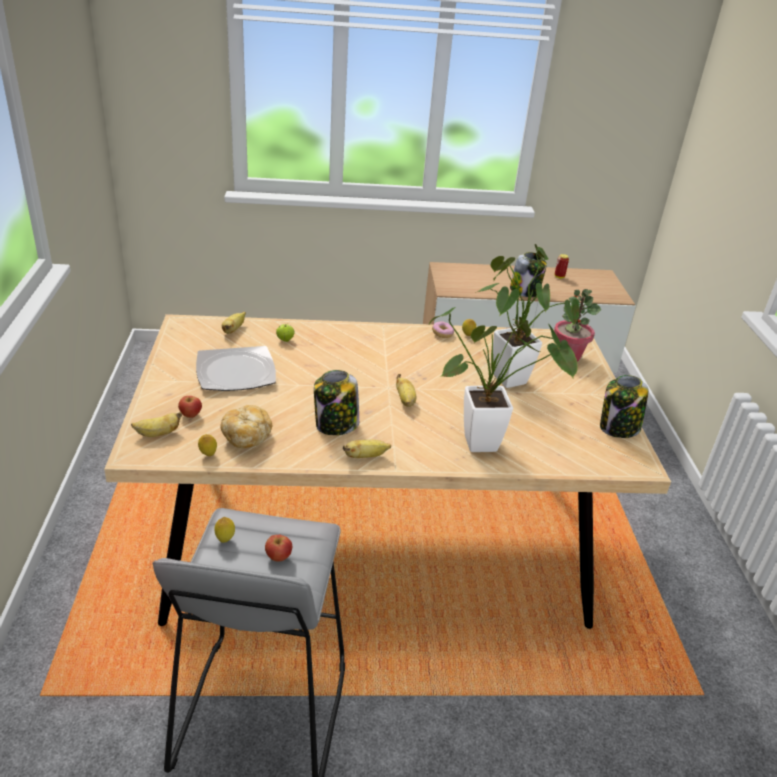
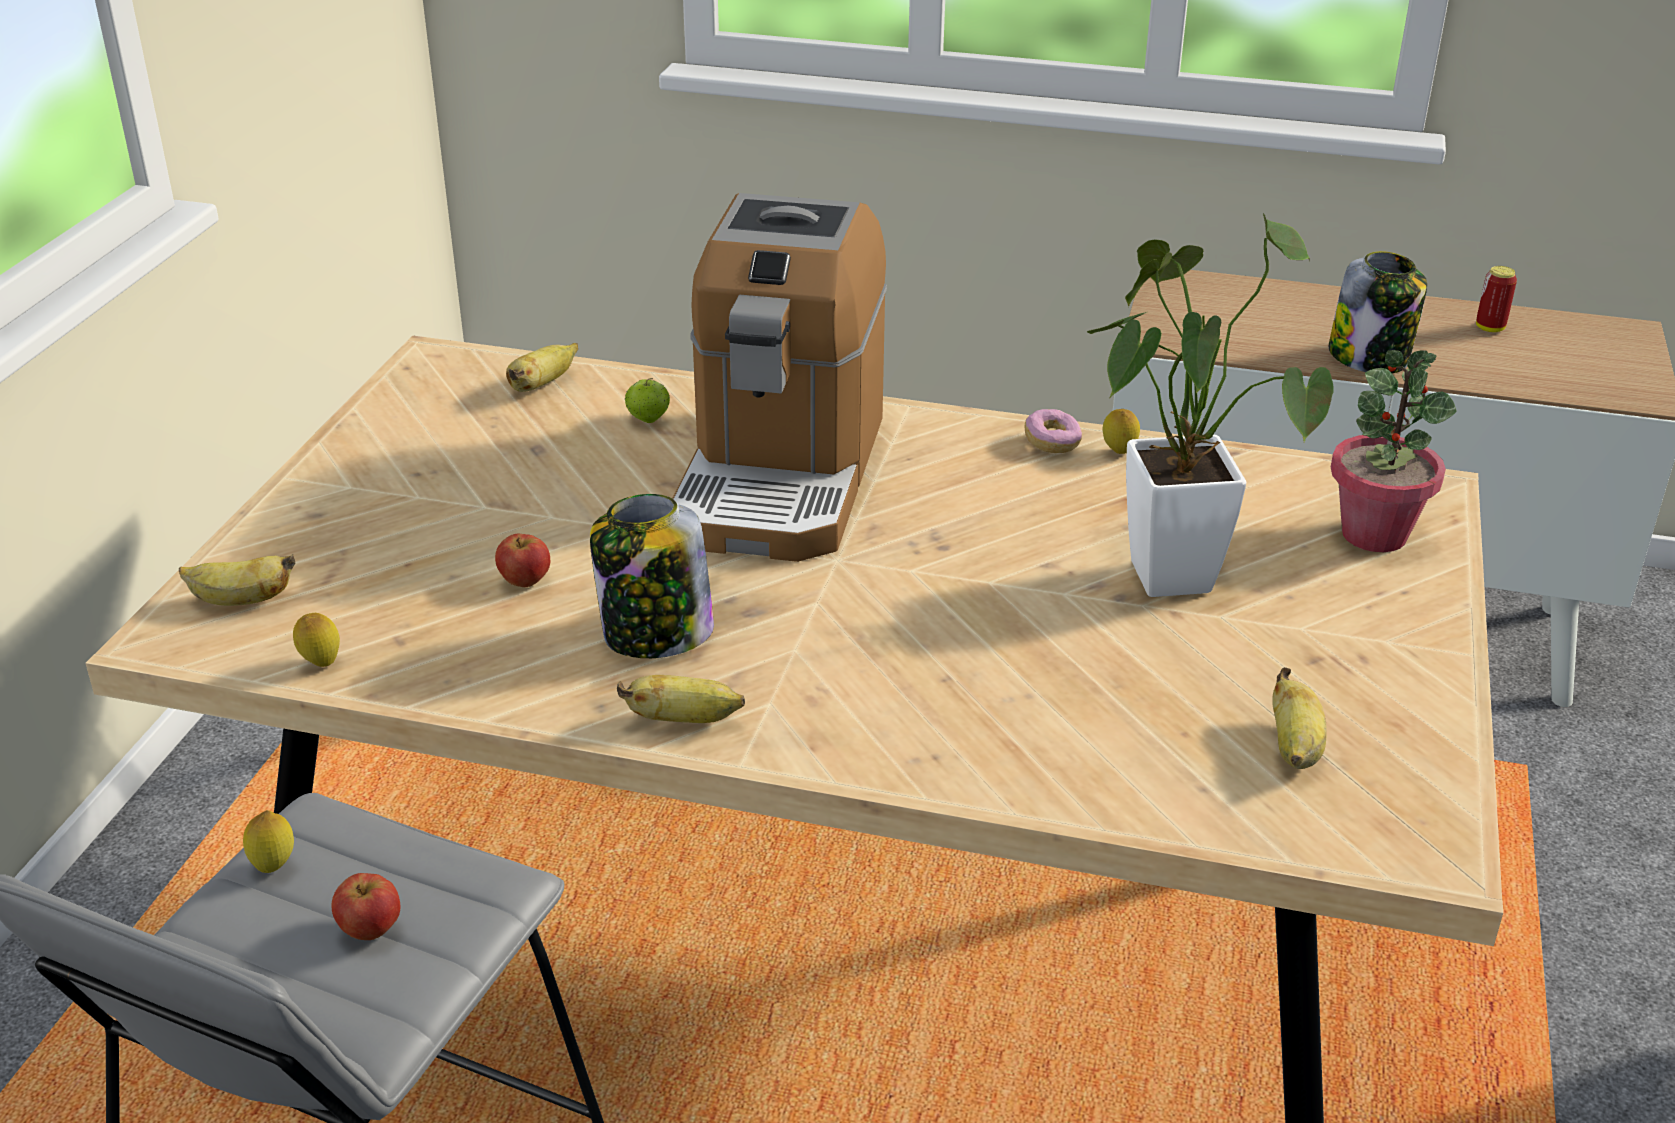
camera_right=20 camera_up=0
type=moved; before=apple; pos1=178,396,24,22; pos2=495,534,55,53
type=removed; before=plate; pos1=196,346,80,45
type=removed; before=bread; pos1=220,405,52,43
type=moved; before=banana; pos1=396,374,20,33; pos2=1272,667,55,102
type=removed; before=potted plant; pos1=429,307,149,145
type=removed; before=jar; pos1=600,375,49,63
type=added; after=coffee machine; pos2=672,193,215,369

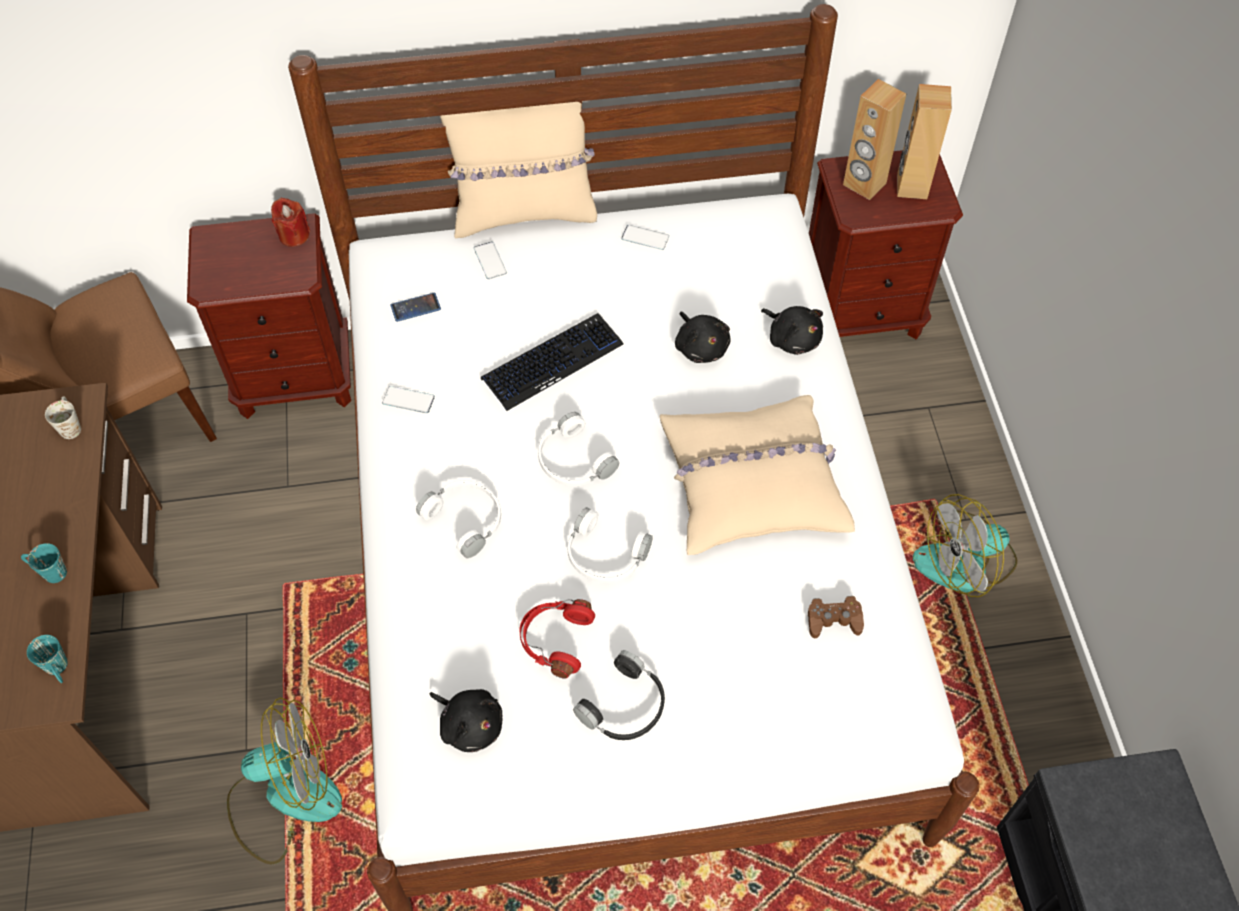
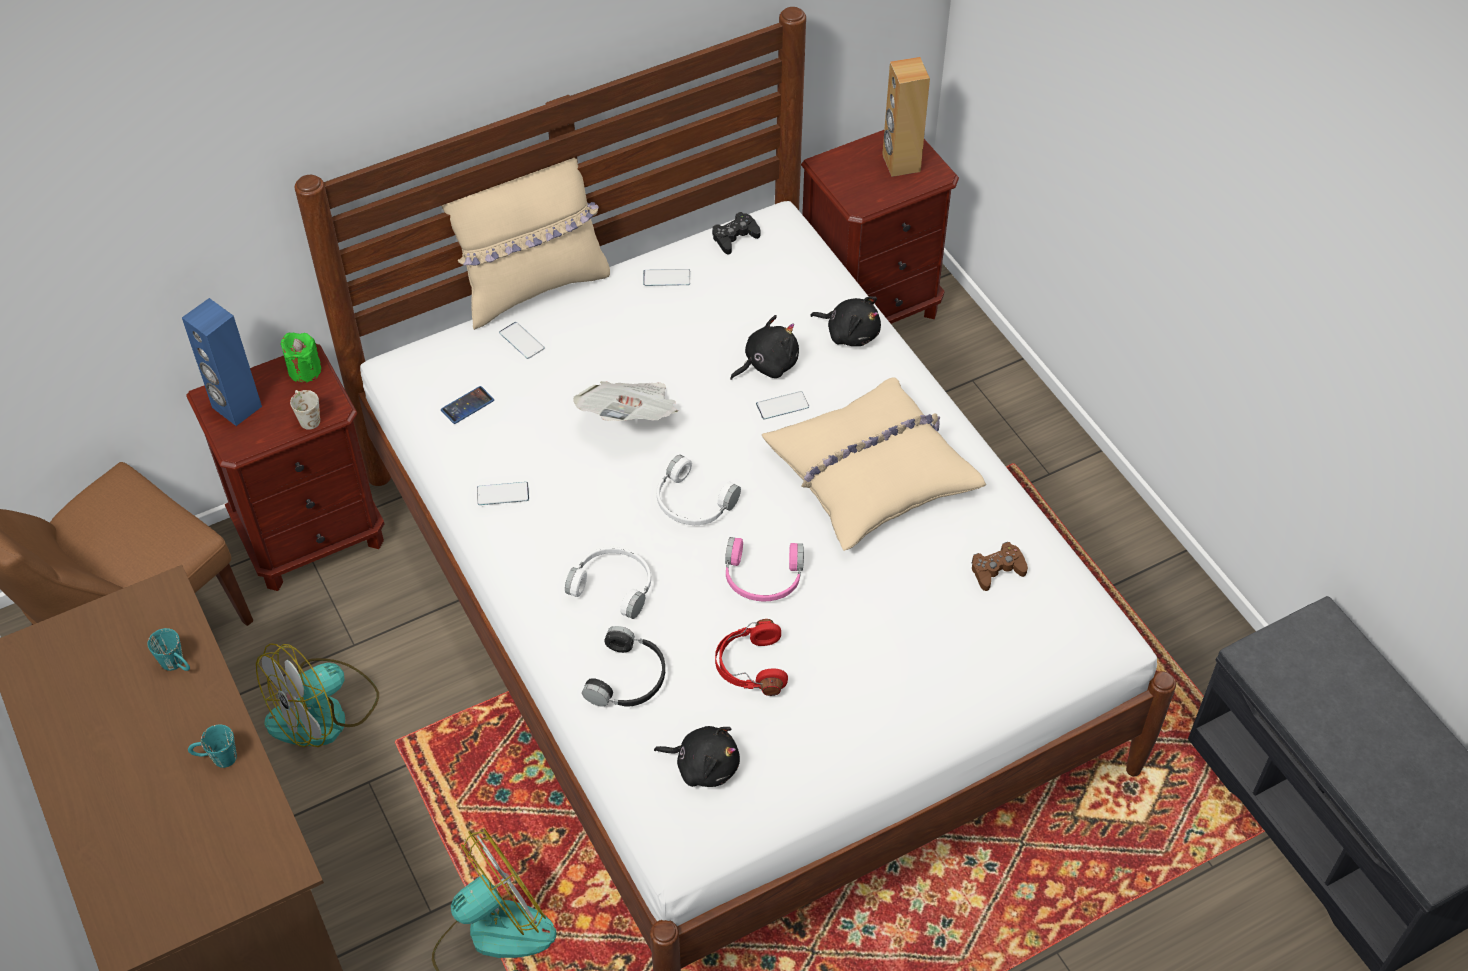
camera_right=-20 camera_up=-5
type=moved; before=turquoise mug; pos1=27,635,41,48; pos2=148,628,42,43
type=moved; before=white mug; pos1=45,396,36,43; pos2=290,390,30,40
type=recoloured; before=red candle; after=green candle; pos1=271,198,39,49; pos2=280,333,41,50
type=replaced; before=keyboard; after=newspaper; pos1=481,313,142,98; pos2=573,381,105,40
type=recoloured; before=white headphones; after=pink headphones; pos1=567,507,86,76; pos2=725,537,79,64
type=moved; before=black headphones; pos1=573,650,92,90; pos2=582,626,83,81
type=turned; before=black plush toy; pos1=675,312,56,51; pos2=730,315,69,65; turn=-75
type=removed; before=brown speaker; pos1=843,79,63,121
type=moved; before=fan; pos1=913,494,104,103; pos2=256,643,123,104
type=added; after=blue speaker; pos2=182,298,80,128
type=added; after=black game controller; pos2=712,212,48,43
type=added; after=phone; pos2=756,391,53,28

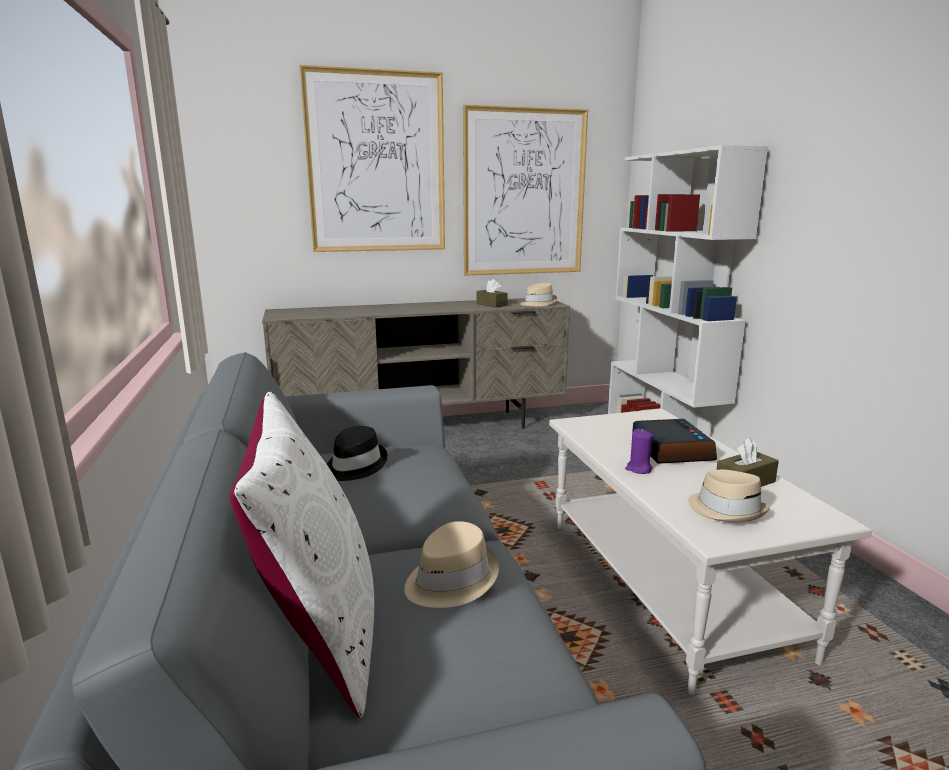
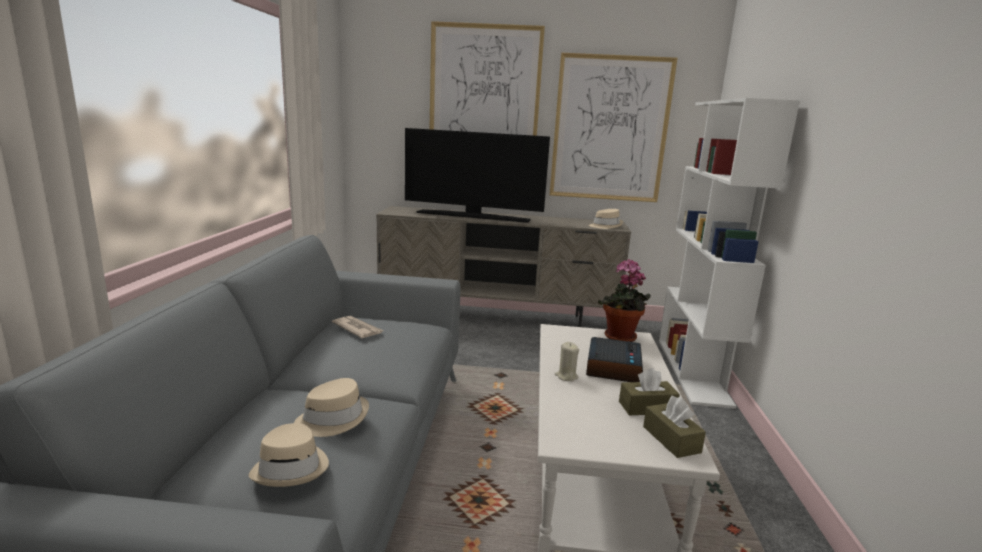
camera_right=20 camera_up=0
type=removed; before=white pillow; pos1=230,392,144,326
type=replaced; before=black hat; after=newspaper; pos1=327,426,61,55; pos2=332,316,52,22
type=moved; before=brown tissue box; pos1=476,279,32,28; pos2=643,396,63,62
type=recoloured; before=purple candle; after=beige candle; pos1=625,429,28,45; pos2=555,342,24,39
type=moved; before=beige hat; pos1=688,470,82,52; pos2=248,423,81,64
type=added; after=television; pos2=405,128,145,95
type=added; after=potted plant; pos2=598,259,53,83

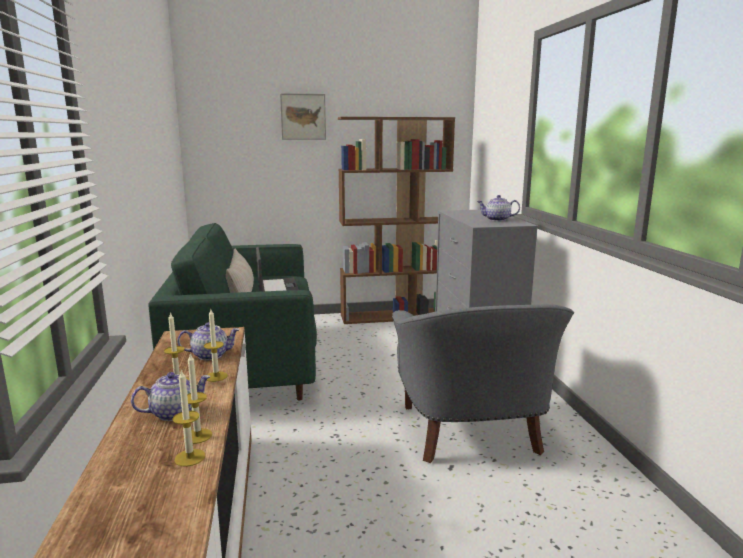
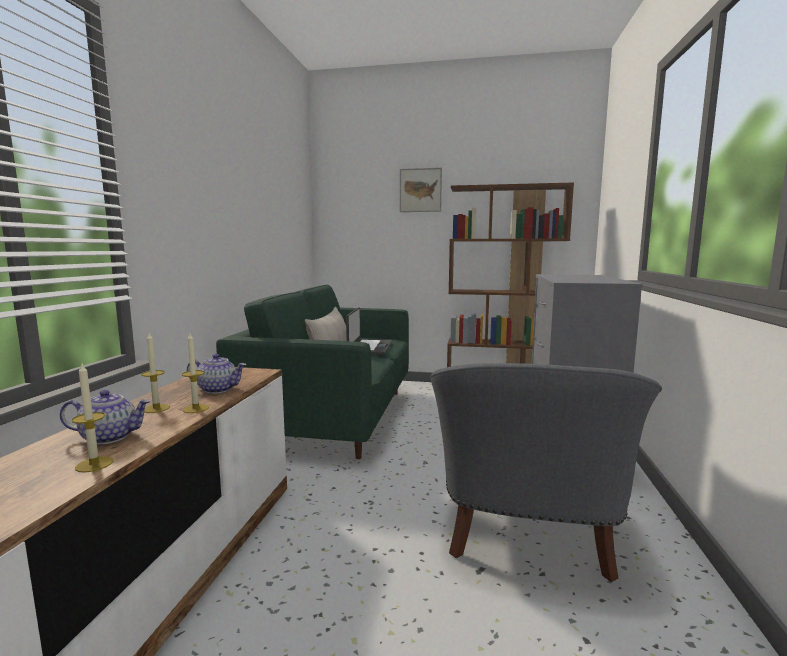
camera_right=20 camera_up=-5
type=removed; before=candle; pos1=173,369,32,98
type=removed; before=teapot; pos1=477,195,43,26

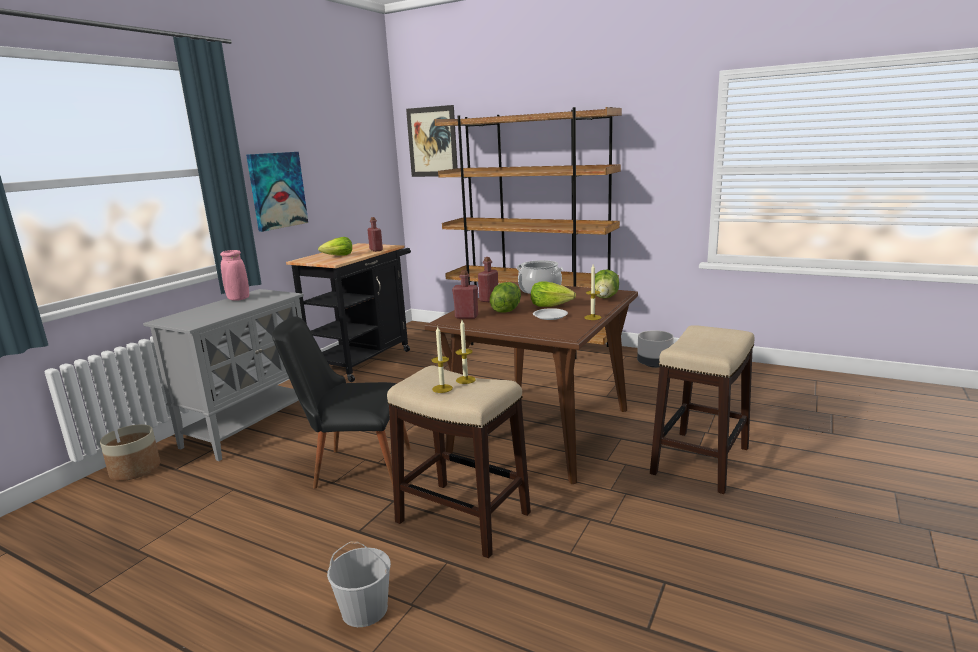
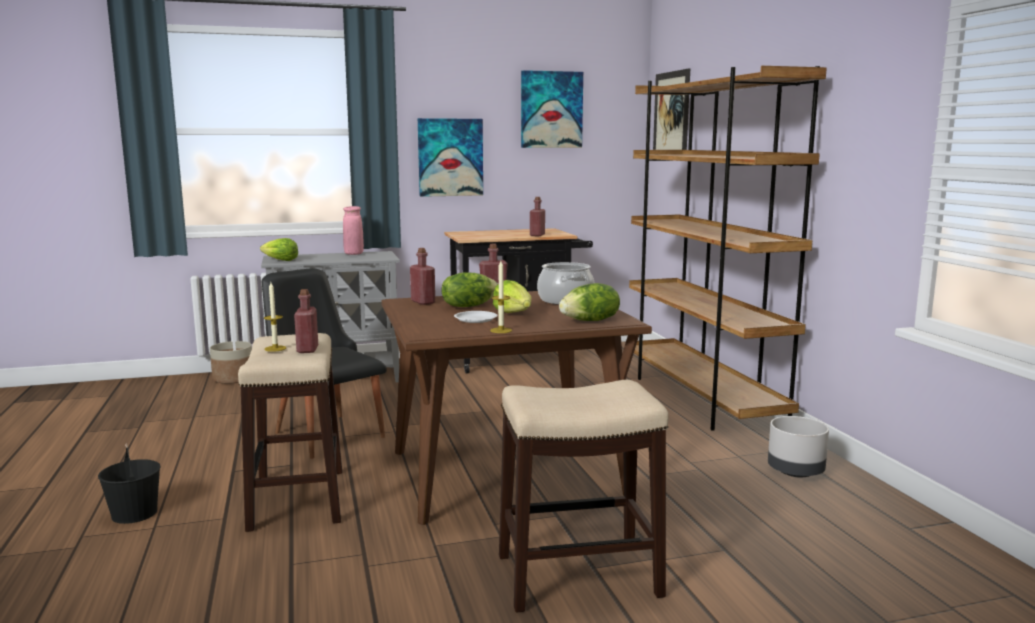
camera_right=45 camera_up=-5
type=moved; before=lettuce; pos1=318,237,34,19; pos2=260,238,38,23
type=recoloured; before=white bucket; after=black bucket; pos1=327,541,64,86; pos2=98,444,63,80
type=replaced; before=candle; after=red bottle; pos1=456,320,20,64; pos2=294,289,24,64
type=added; after=picture; pos2=521,70,62,78

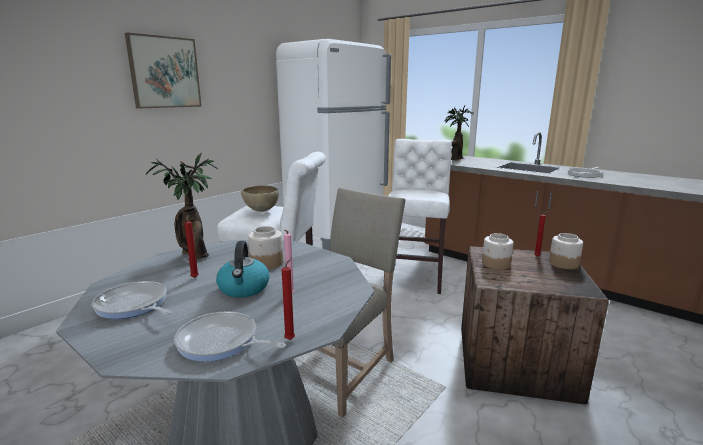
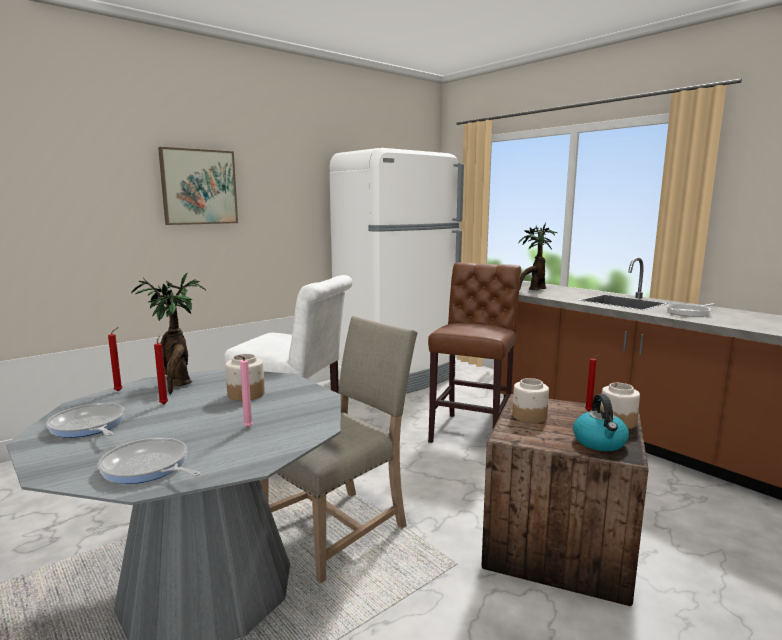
camera_right=10 camera_up=-5
type=moved; before=kettle; pos1=216,241,54,57; pos2=573,394,56,57
type=removed; before=brown bowl; pos1=241,185,38,27
type=moved; before=red candle; pos1=282,257,13,83; pos2=108,327,15,65
type=recoloured; before=white stool; after=brown stool; pos1=384,139,68,155; pos2=428,262,93,181

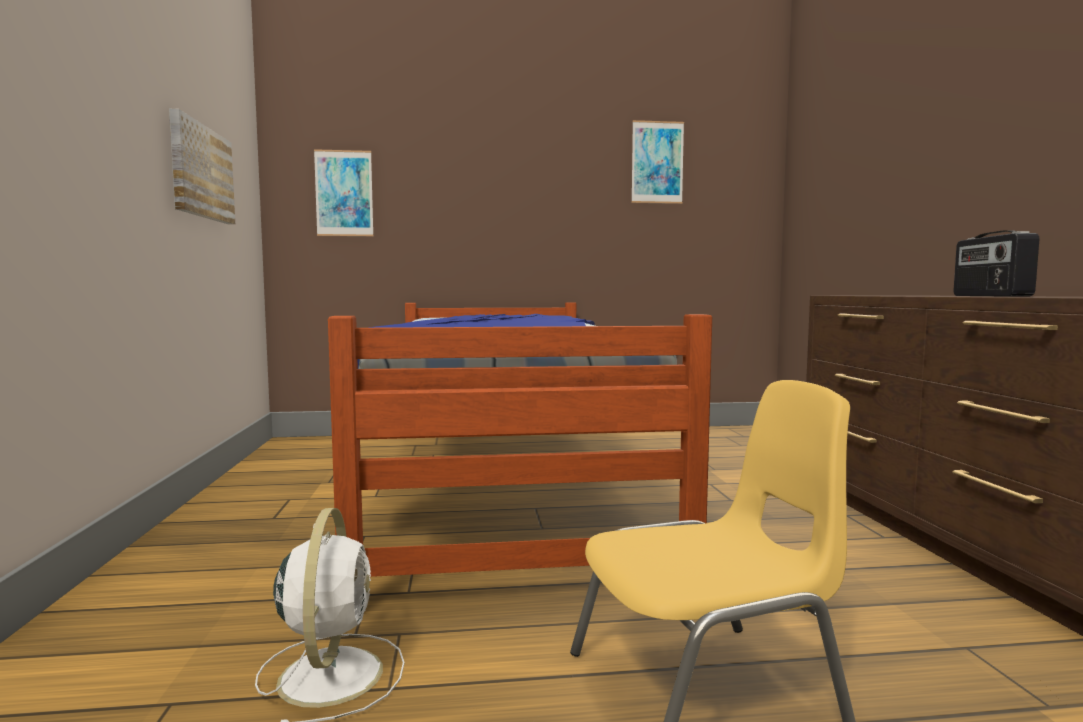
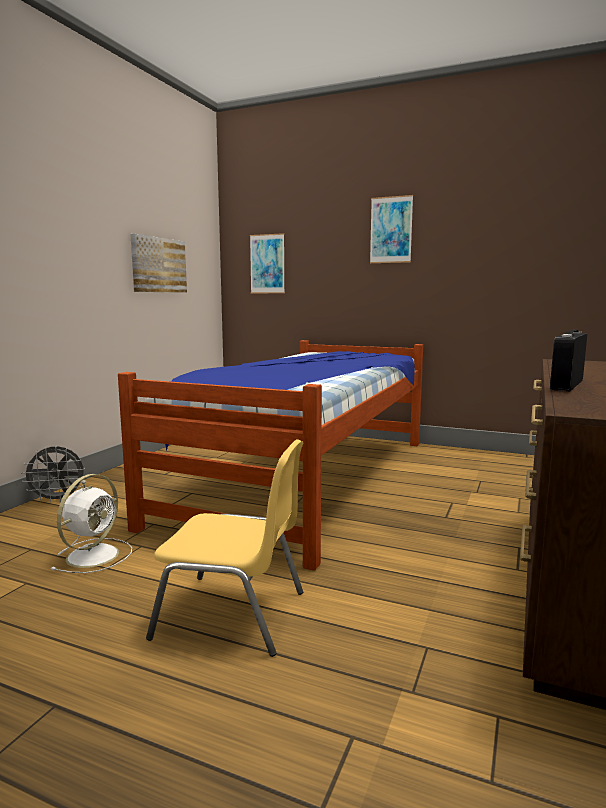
camera_right=30 camera_up=5
type=moved; before=picture; pos1=631,120,53,84; pos2=370,195,43,68
type=added; after=grey fan; pos2=21,446,64,57

